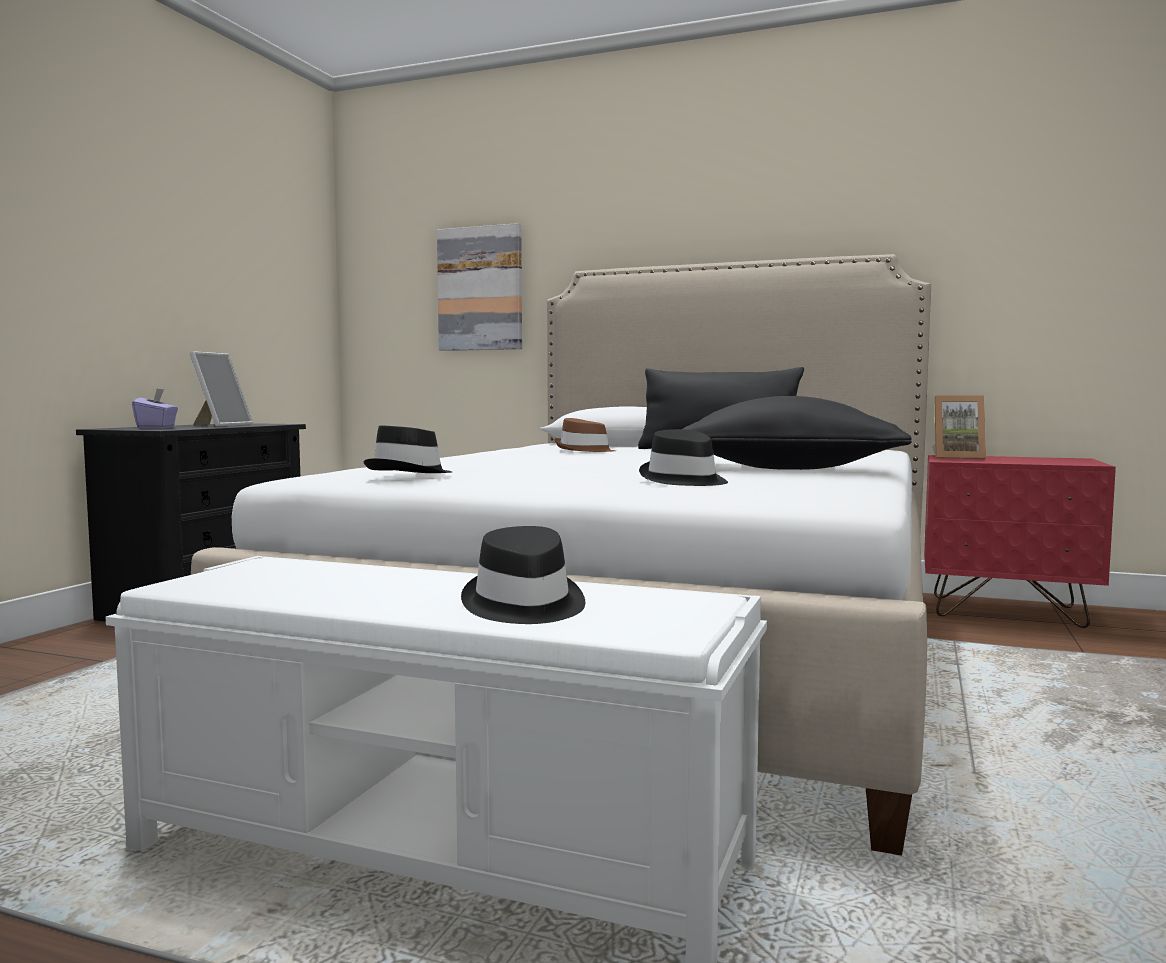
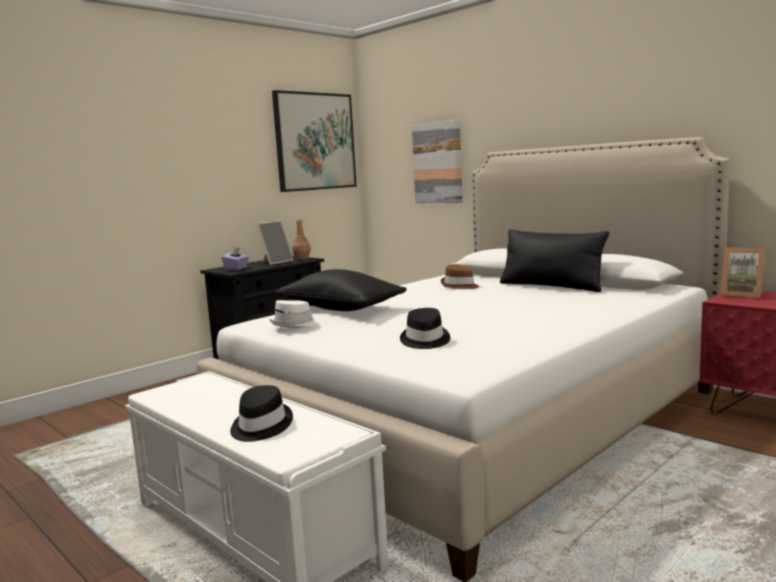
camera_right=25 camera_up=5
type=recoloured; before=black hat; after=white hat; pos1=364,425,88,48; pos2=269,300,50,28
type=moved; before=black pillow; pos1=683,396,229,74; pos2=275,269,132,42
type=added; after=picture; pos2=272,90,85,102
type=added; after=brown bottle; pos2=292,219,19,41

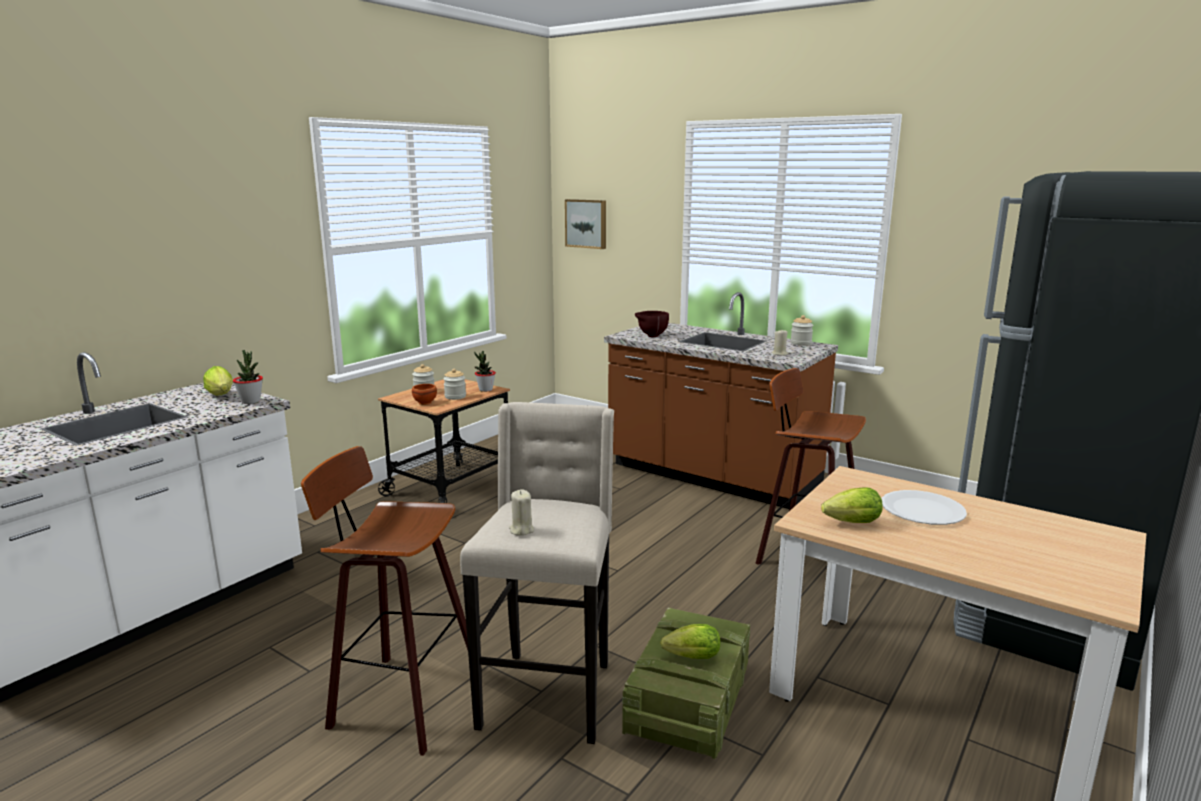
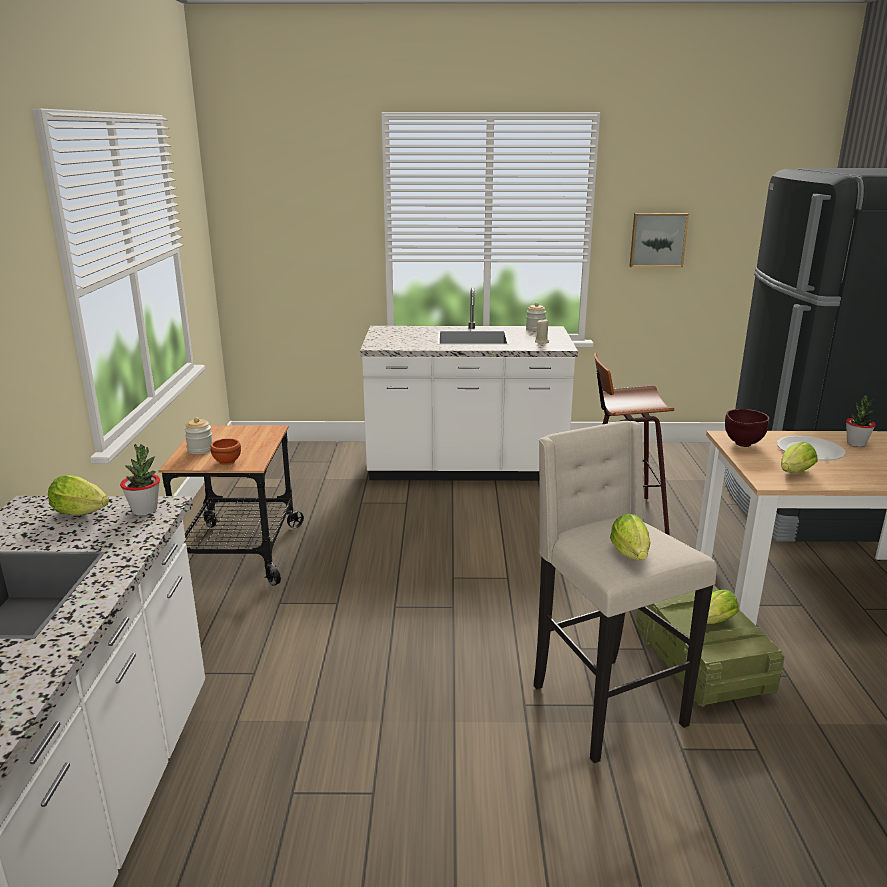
camera_right=-35 camera_up=5
type=removed; before=stool; pos1=301,446,167,310
type=removed; before=jar; pos1=443,369,23,31
type=moved; before=potted plant; pos1=474,351,22,41; pos2=846,395,30,52
type=replaced; before=beige candle; after=lettuce; pos1=509,490,25,46; pos2=610,514,41,46
type=moved; before=picture; pos1=565,199,41,50; pos2=630,213,59,55
type=recoloured; before=brown counter; after=white counter; pos1=604,292,234,217; pos2=360,287,218,194
type=moved; before=brown bowl; pos1=635,311,34,26; pos2=725,409,45,38

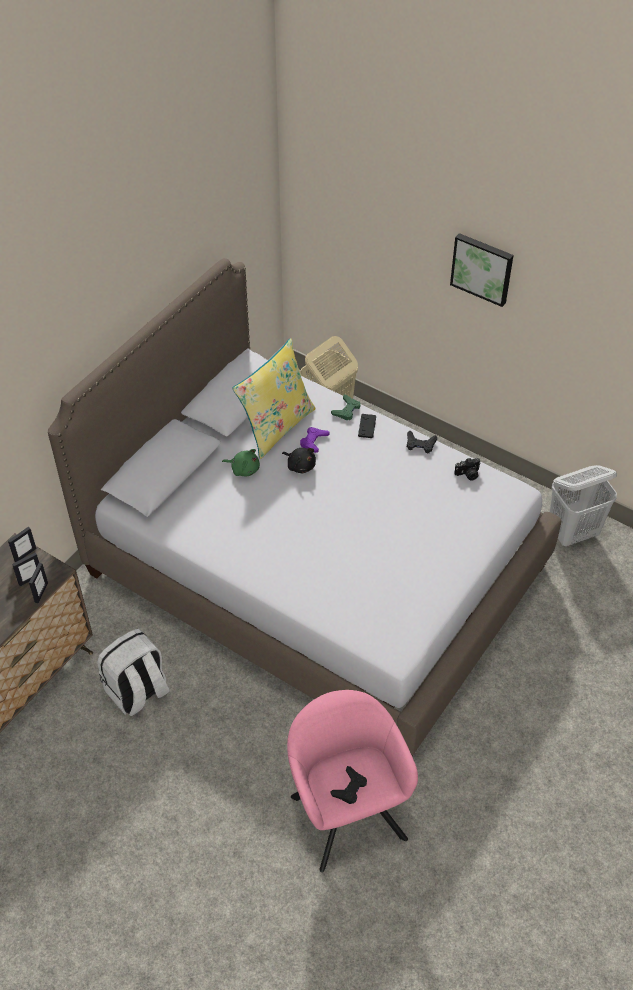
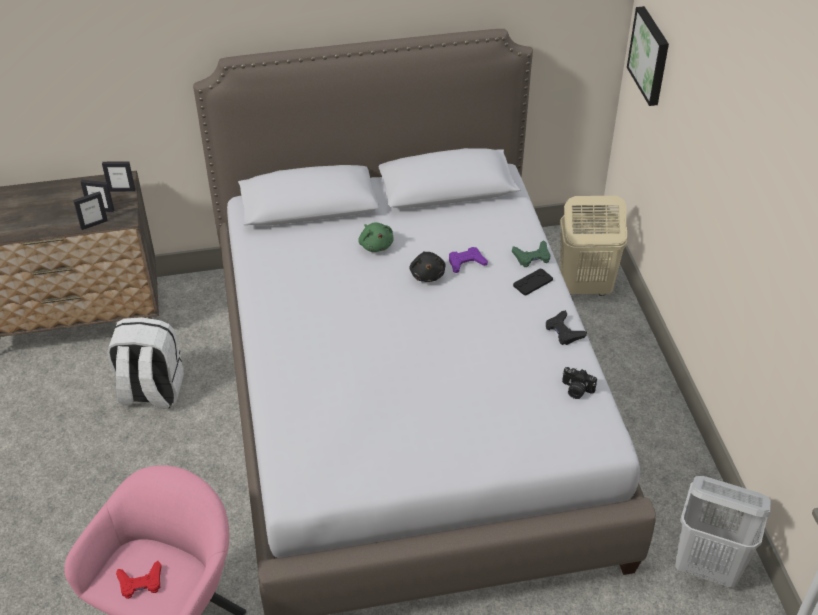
camera_right=45 camera_up=-5
type=removed; before=yellow pillow; pos1=232,338,84,121
type=recoloured; before=black game controller; after=red game controller; pos1=331,766,36,38; pos2=116,561,46,38
type=moved; before=picture; pos1=450,233,63,74; pos2=627,6,42,100

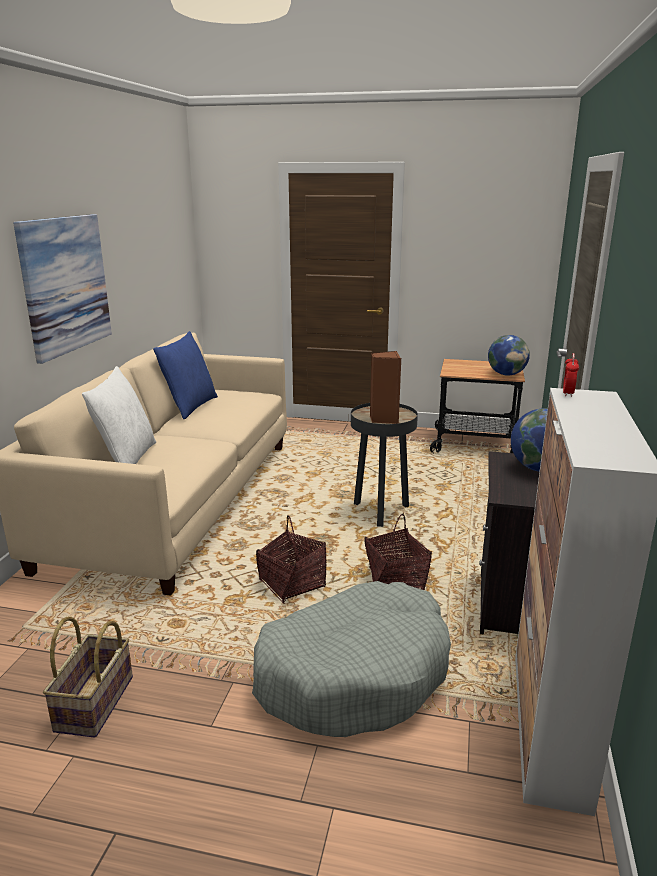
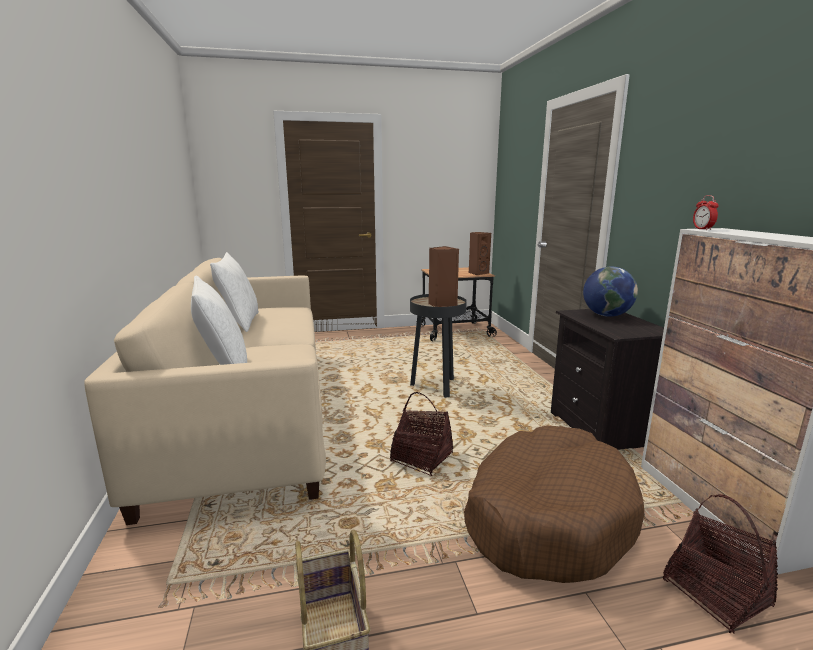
camera_right=-25 camera_up=-5
type=removed; before=picture; pos1=13,214,99,150
type=recoloured; before=blue pillow; after=white pillow; pos1=153,331,65,88; pos2=210,252,49,80
type=recoloured; before=grey dog bed; after=brown dog bed; pos1=252,581,199,156; pos2=464,425,180,158
type=moved; before=basket; pos1=364,513,68,77; pos2=663,494,115,140
type=replaced; before=globe; after=brown speaker; pos1=488,335,42,41; pos2=469,232,22,43

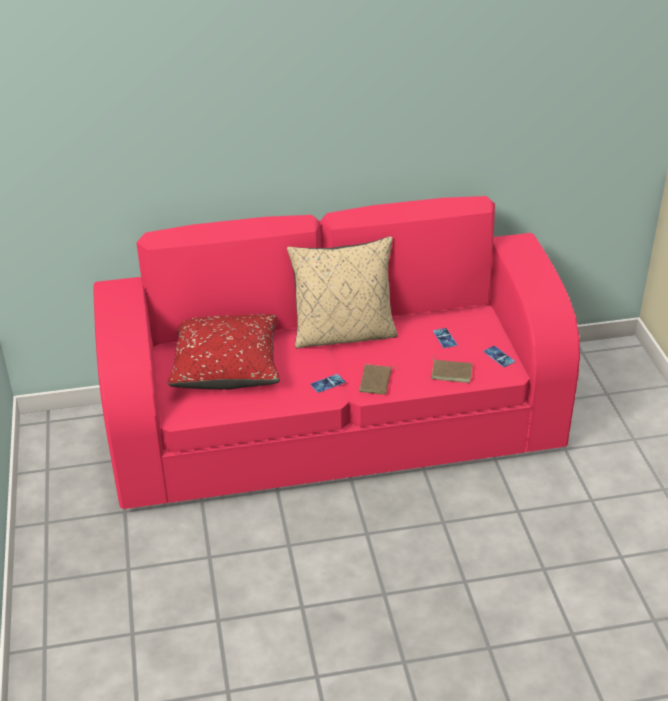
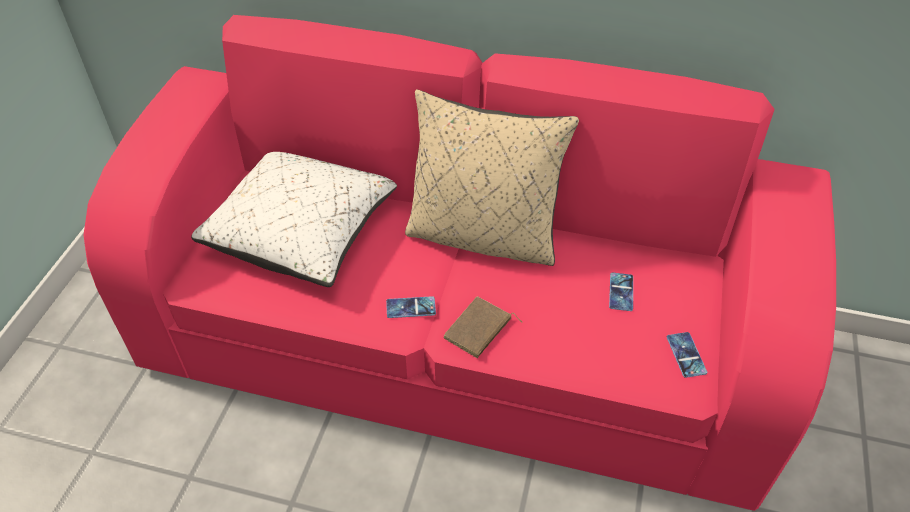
camera_right=25 camera_up=10
type=recoloured; before=red pillow; after=white pillow; pos1=168,314,112,76; pos2=191,152,206,135
type=removed; before=brown book; pos1=431,355,42,28

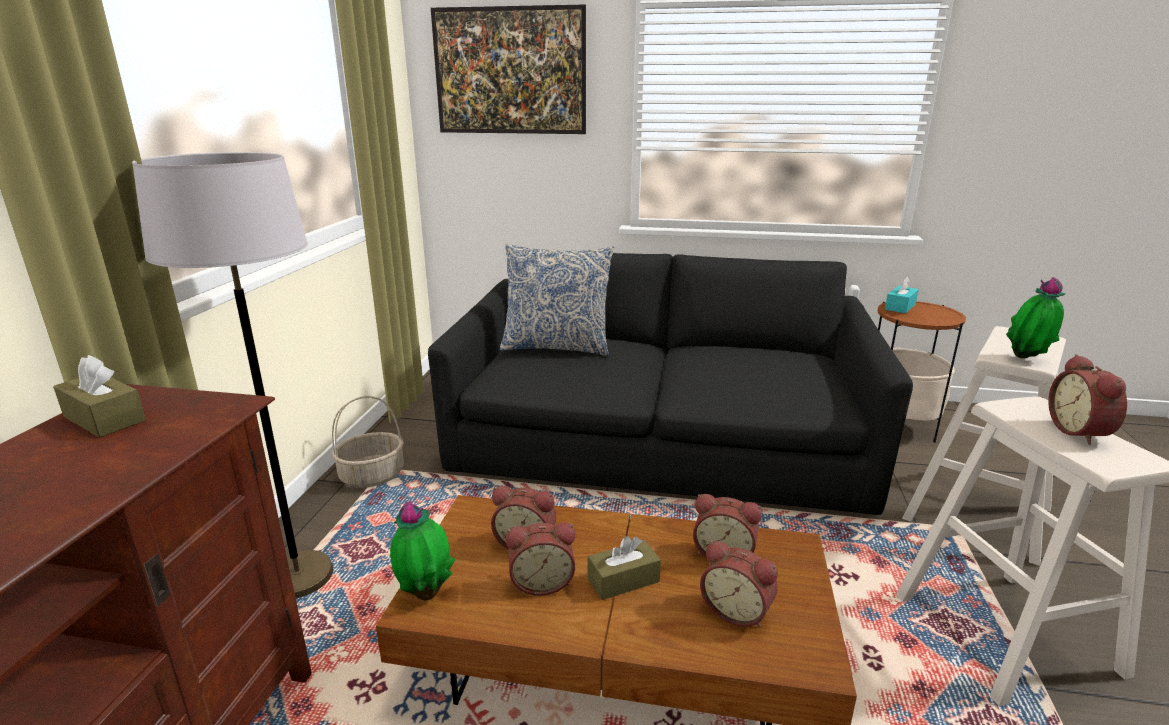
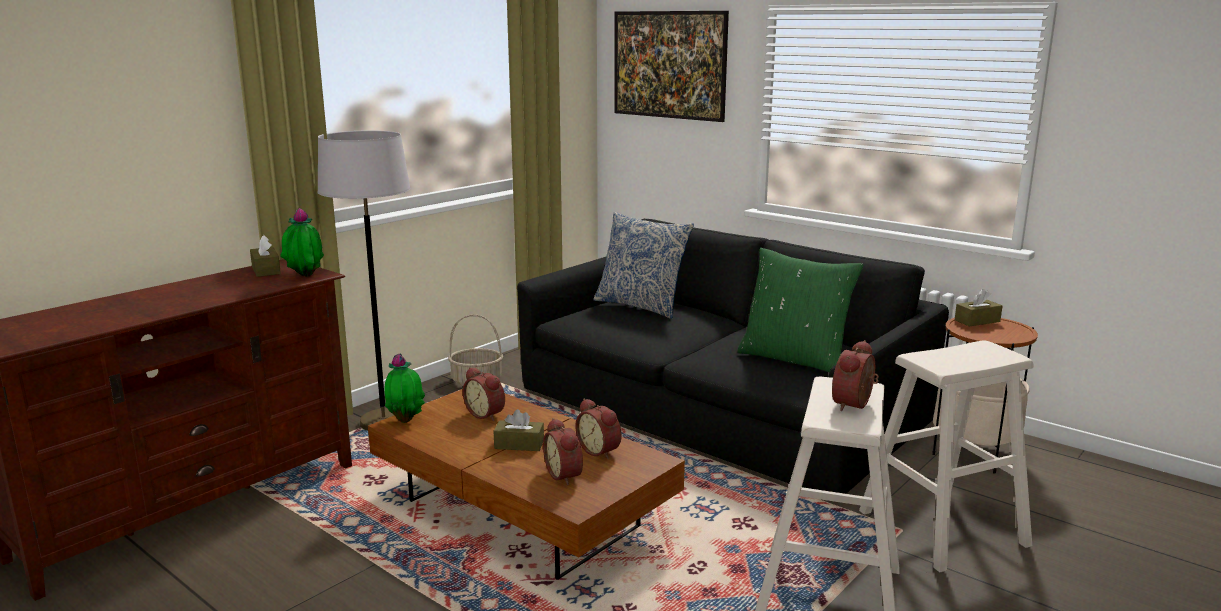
camera_right=30 camera_up=-5
type=removed; before=alarm clock; pos1=506,522,69,74
type=recoloured; before=turquoise tissue box; after=brown tissue box; pos1=885,276,34,37; pos2=955,289,47,38
type=moved; before=potted plant; pos1=1006,277,59,81; pos2=280,208,44,69
type=added; after=green pillow; pos2=737,248,126,125

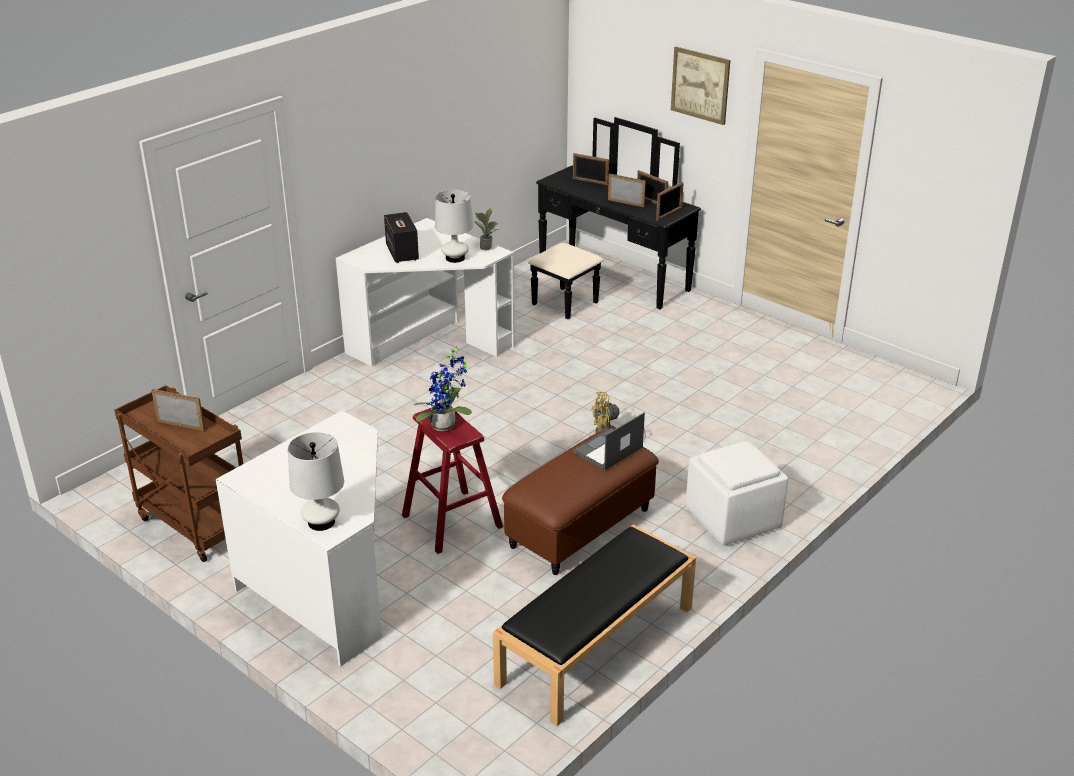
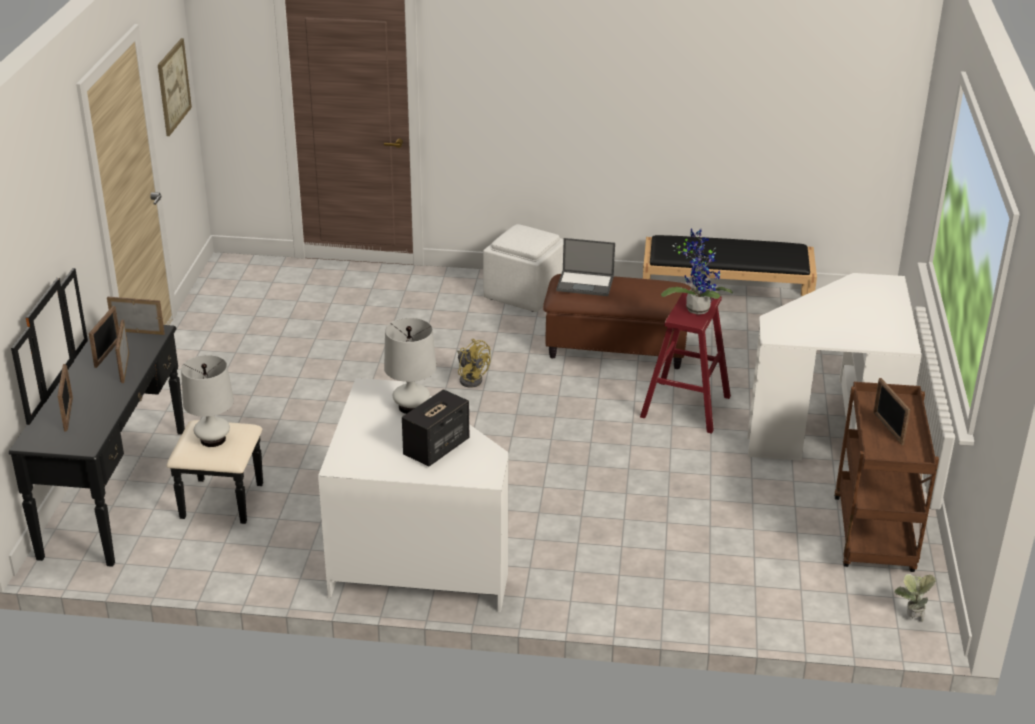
camera_right=-125 camera_up=0
type=moved; before=white table lamp; pos1=288,432,56,99; pos2=181,355,53,92
type=moved; before=potted plant; pos1=475,208,25,42; pos2=894,574,42,48
type=moved; before=picture; pos1=671,47,59,78; pos2=158,38,34,98

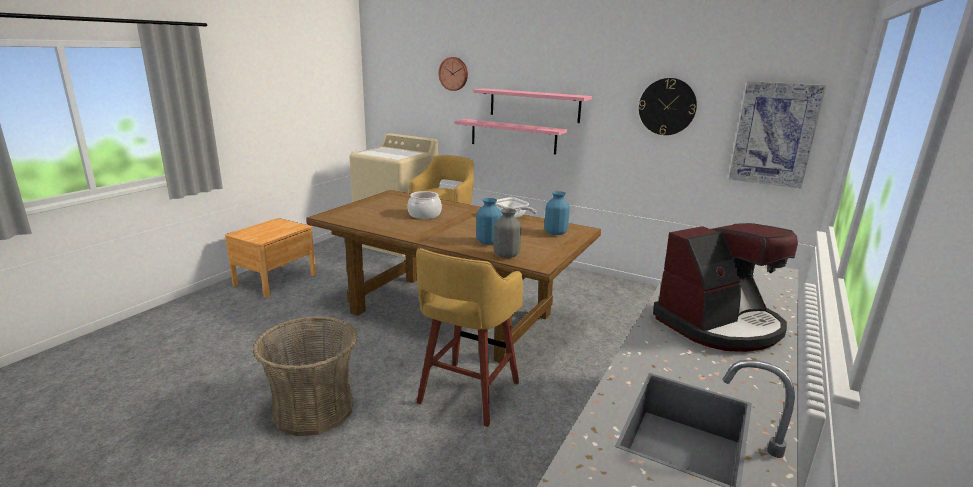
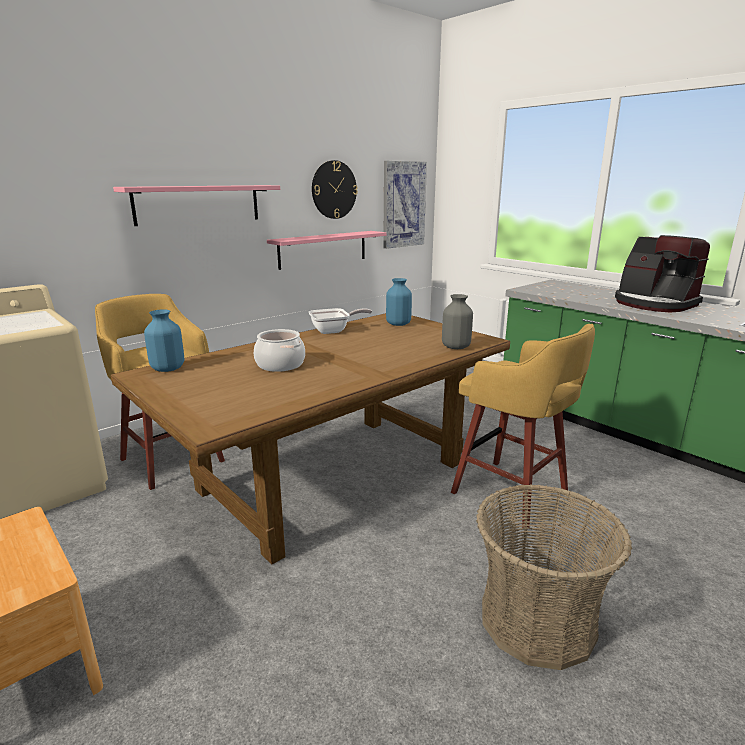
camera_right=-70 camera_up=0
type=removed; before=wall clock; pos1=439,57,29,34
type=moved; before=pink shelf; pos1=454,119,113,36; pos2=267,231,120,39
type=moved; before=blue vase; pos1=476,198,26,47; pos2=144,309,40,63
type=turned; before=coffee machine; pos1=653,223,145,129; pos2=615,235,95,77; turn=150

